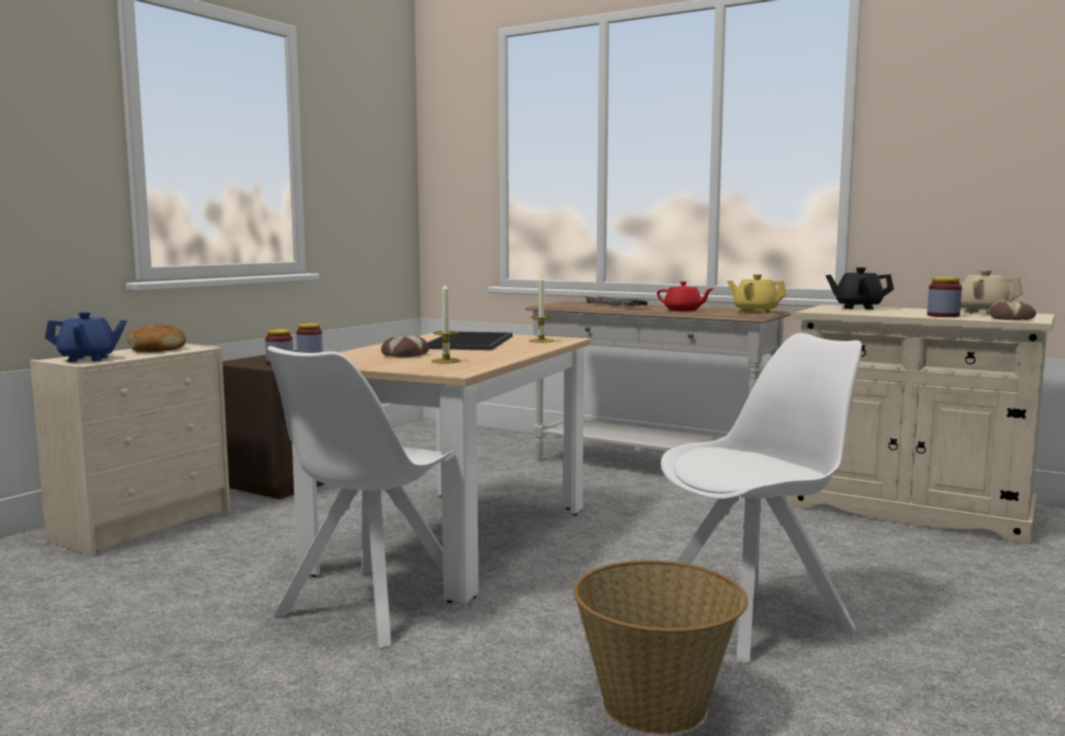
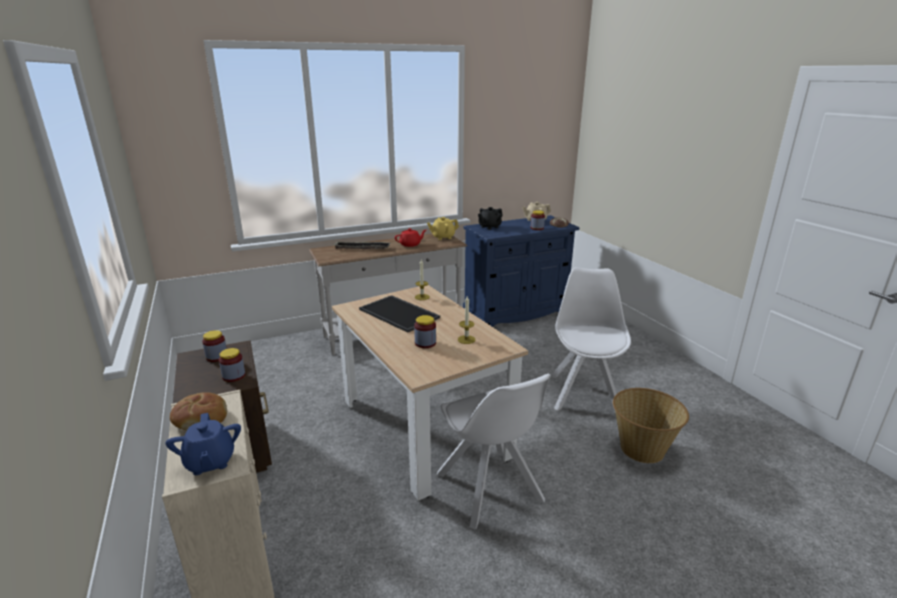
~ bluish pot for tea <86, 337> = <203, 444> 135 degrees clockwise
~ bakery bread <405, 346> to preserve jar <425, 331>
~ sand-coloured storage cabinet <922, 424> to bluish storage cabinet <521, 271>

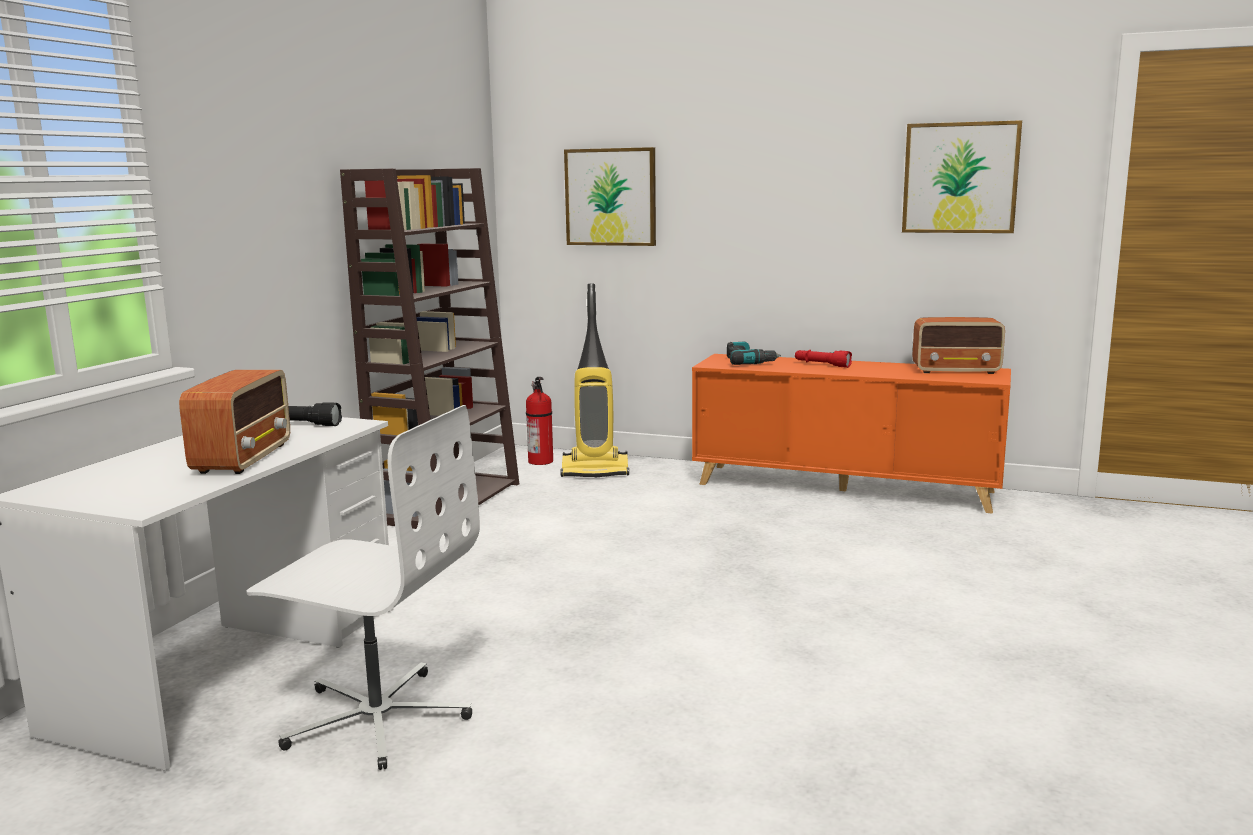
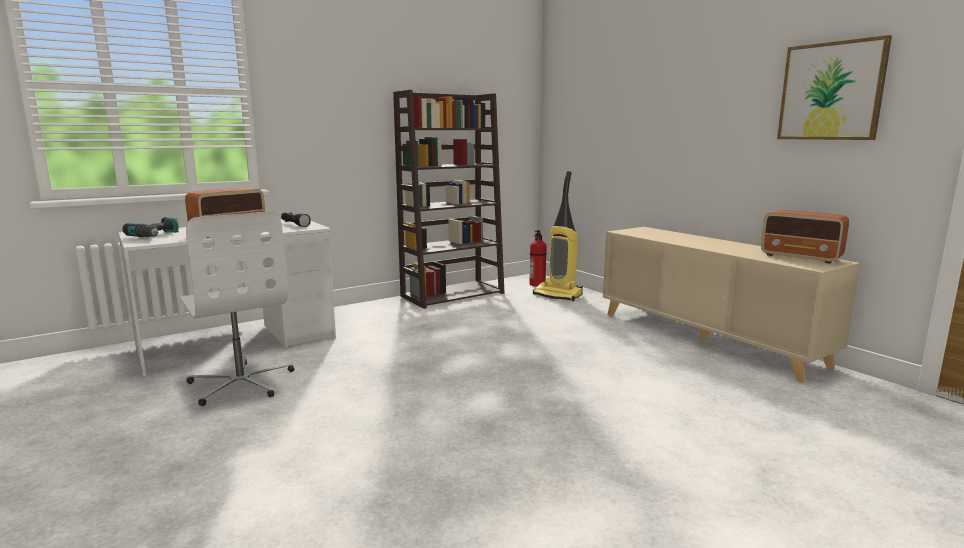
- picture <610, 196>
~ orange-coloured storage cabinet <851, 434> to sand-coloured storage cabinet <731, 305>
~ power drill <754, 353> to <150, 227>
- red-coloured hand torch <823, 359>

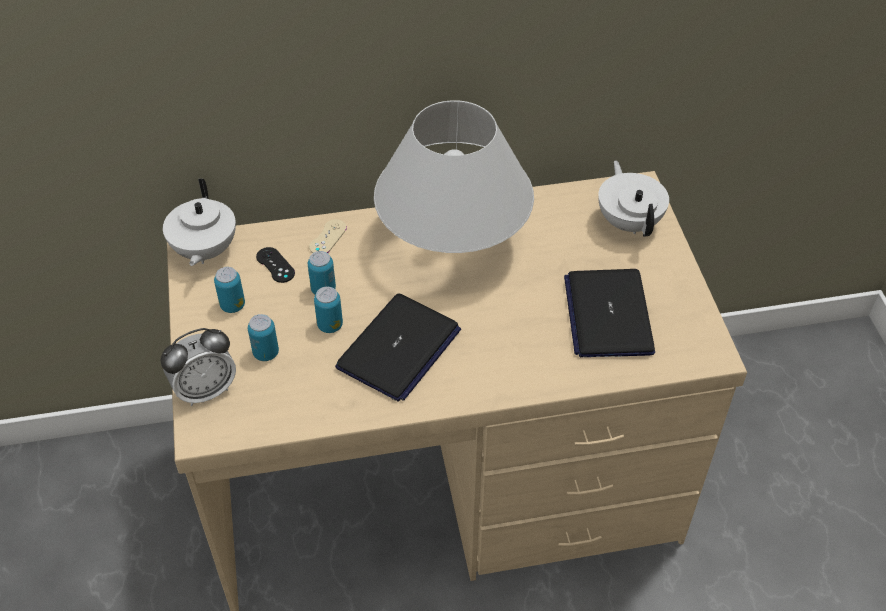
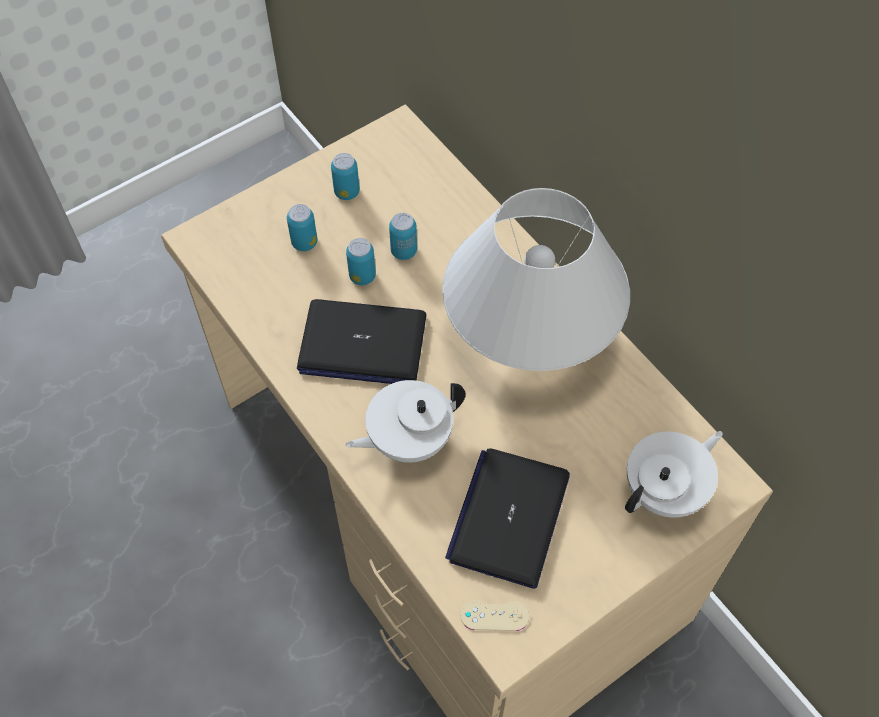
- table clock <198, 367>
~ white pot for tea <199, 222> to <406, 421>
- blackish joypad <275, 265>
~ sand-coloured joypad <328, 236> to <494, 615>
~ notebook computer <609, 313> = <507, 518> 45 degrees counterclockwise

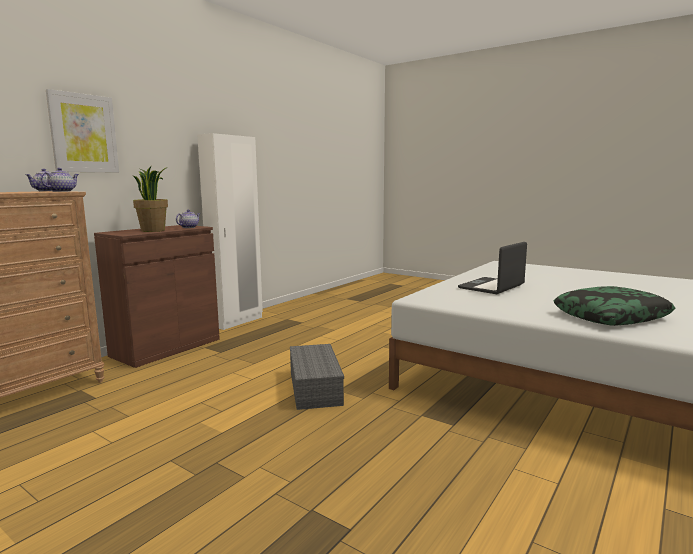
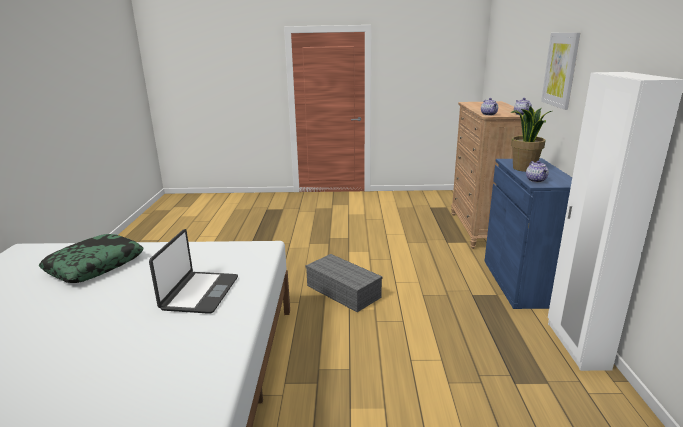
~ brown-coloured storage cabinet <157, 296> to bluish storage cabinet <528, 233>

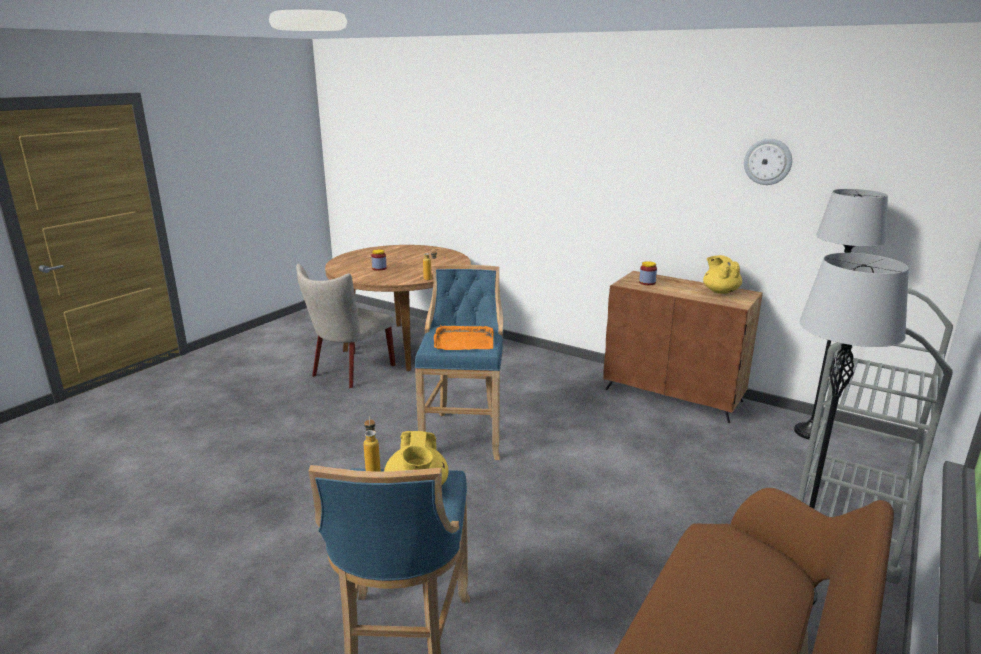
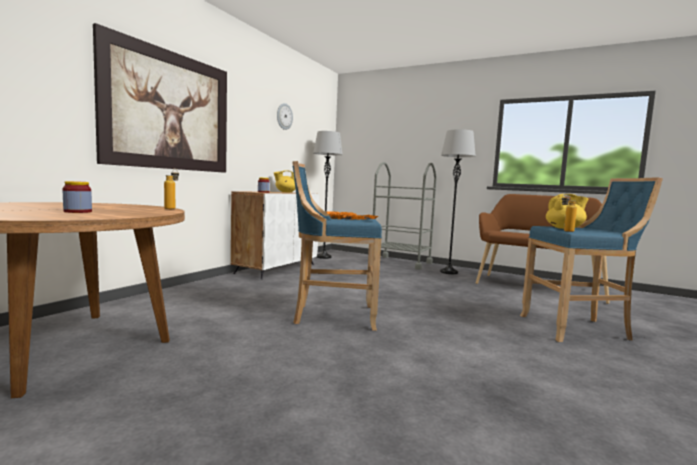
- sand-coloured upright chair <346, 326>
~ brown-coloured storage cabinet <683, 347> to white storage cabinet <275, 235>
+ picture <160, 98>

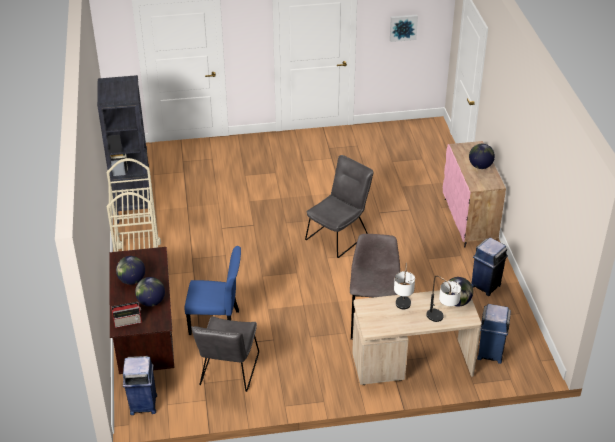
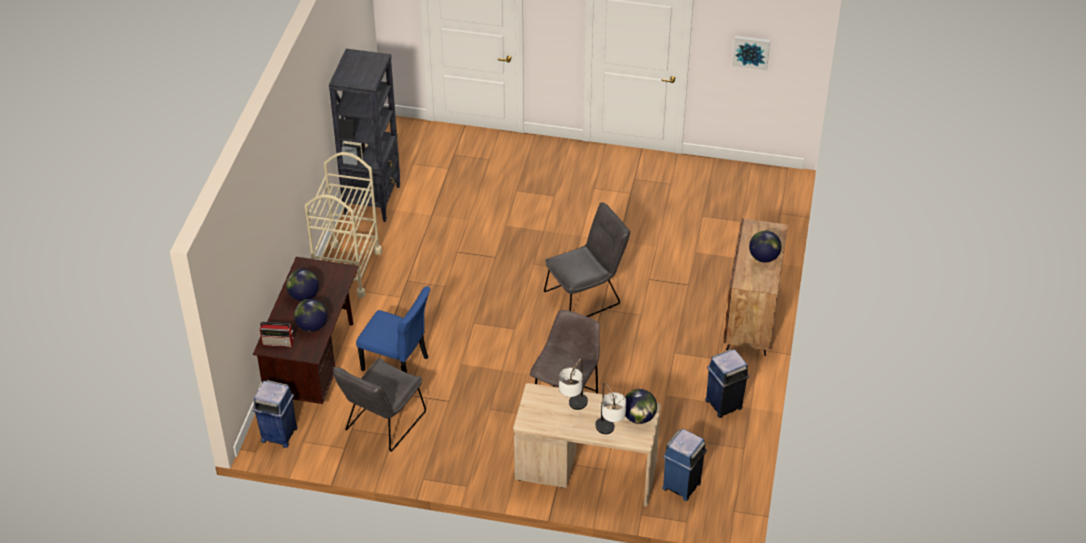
~ pinkish storage cabinet <474, 194> to brown-coloured storage cabinet <756, 287>

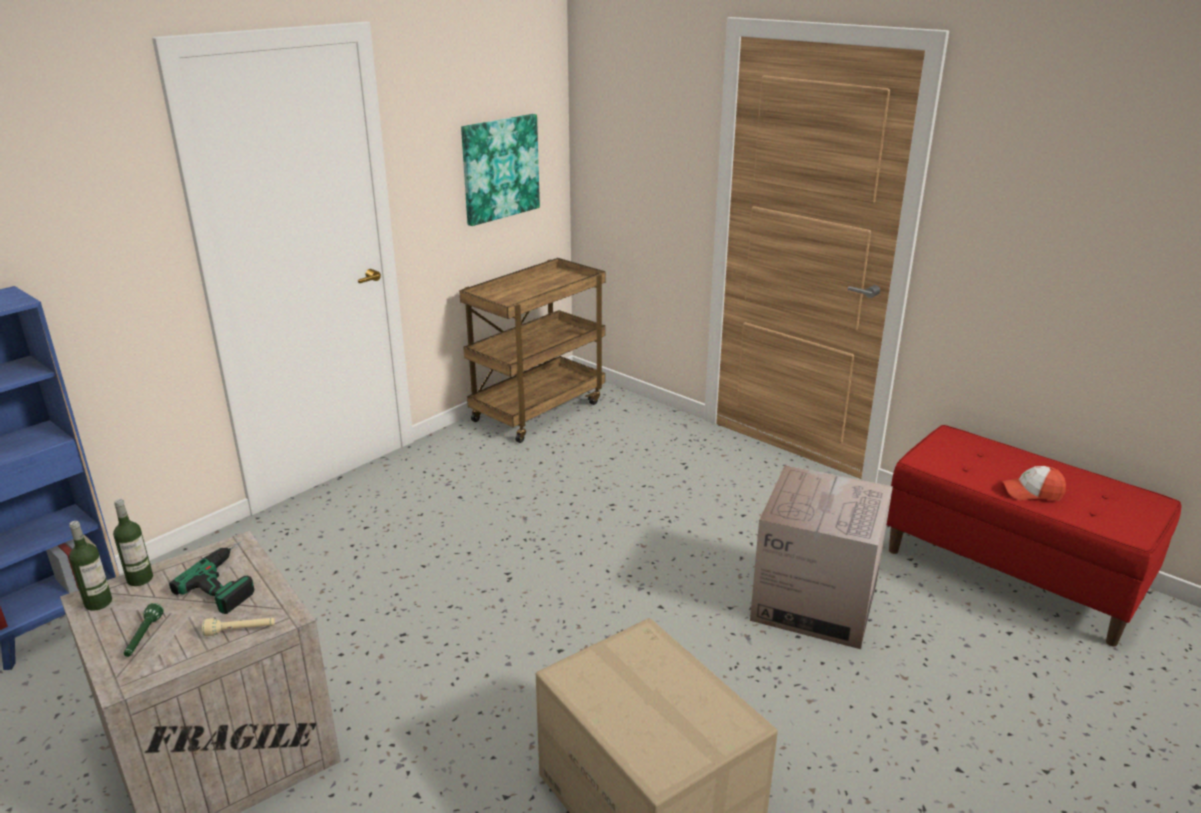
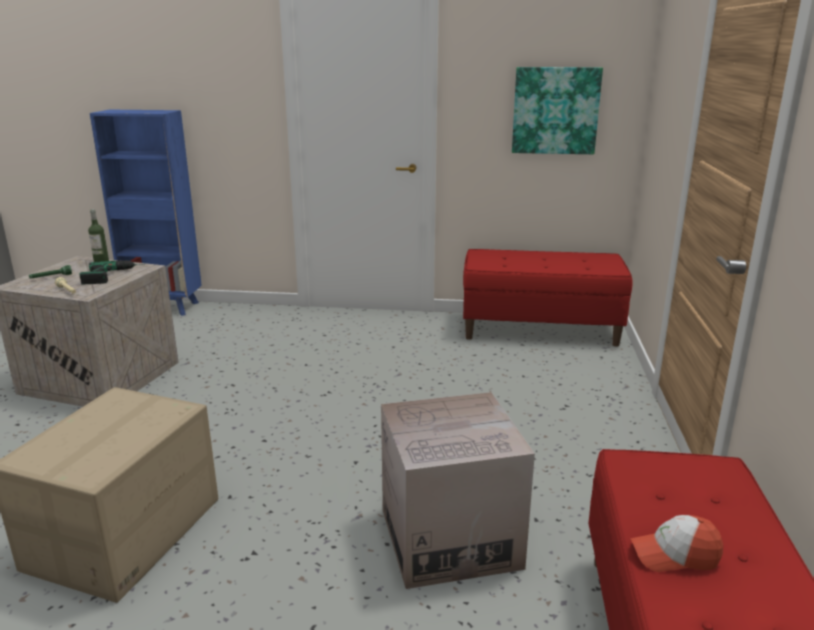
- bottle <90, 566>
~ brown-coloured cart <532, 350> to red-coloured long seat <548, 298>
~ cap <1034, 483> = <676, 543> 60 degrees counterclockwise

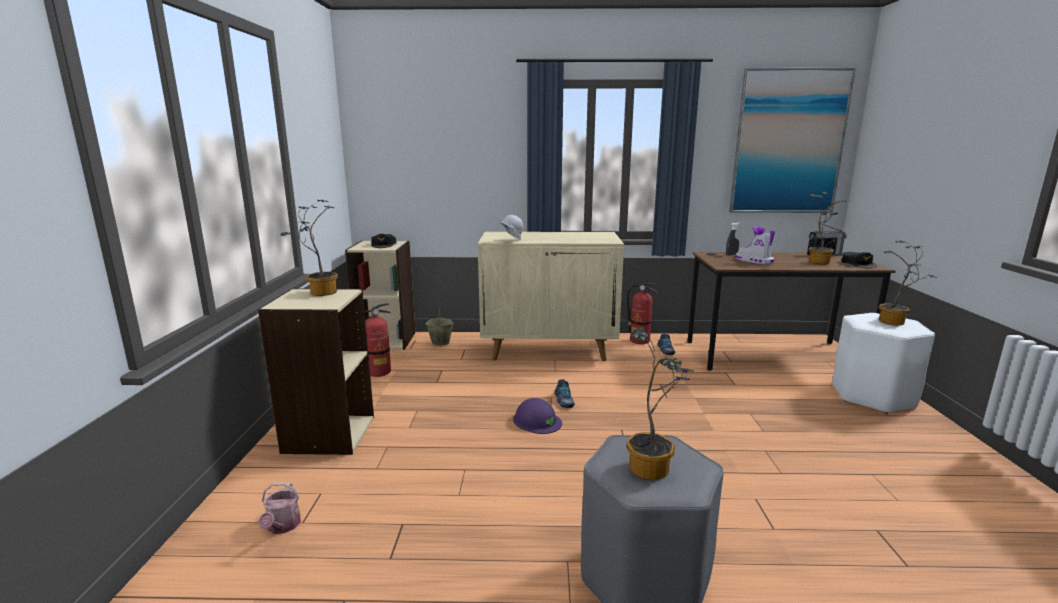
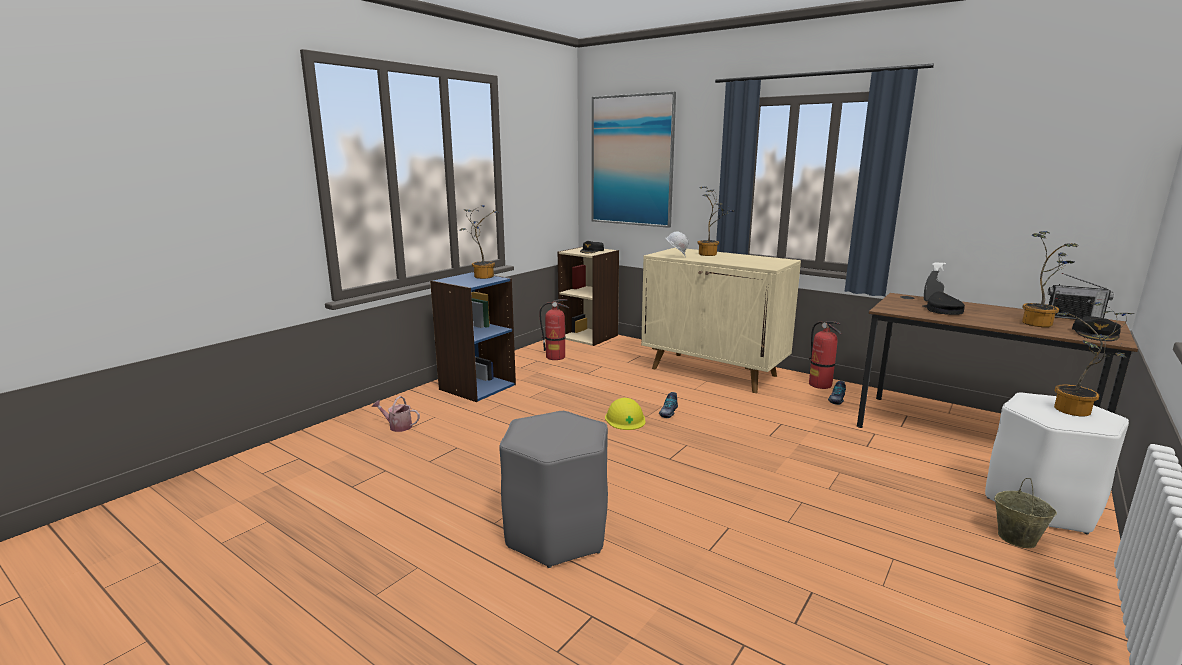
~ sand-coloured bookshelf <316, 371> to bluish bookshelf <473, 337>
~ sprinkling can <279, 508> = <396, 414> 75 degrees clockwise
~ sand-coloured pail <440, 327> to <1025, 513>
~ purplish hard hat <537, 416> to yellow-coloured hard hat <625, 414>
~ potted plant <660, 403> to <715, 221>
~ picture <792, 140> to <634, 159>
~ high-top boot <755, 245> to blackish cap <944, 303>

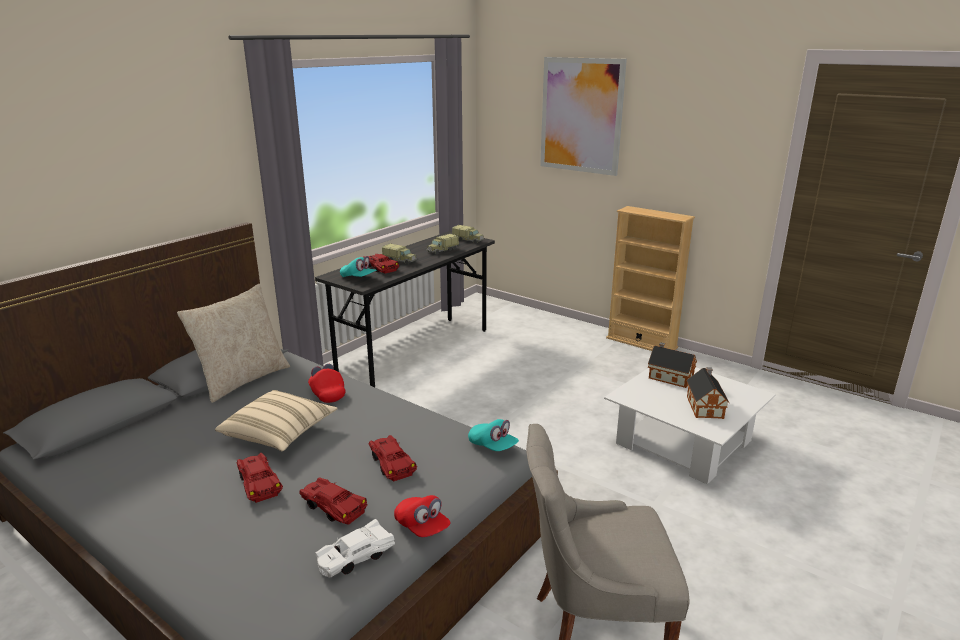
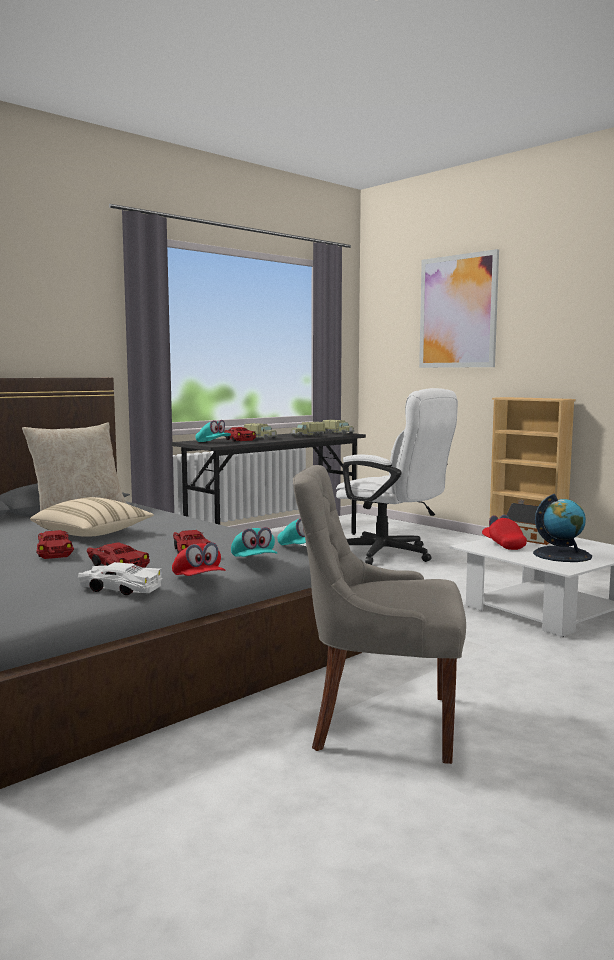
~ red-coloured cap <326, 383> to <504, 532>
~ white model car <355, 548> = <120, 578> 45 degrees clockwise
~ miniature house <707, 393> to world globe <562, 528>
+ turquoise-coloured cap <254, 542>
+ white office chair <397, 476>

